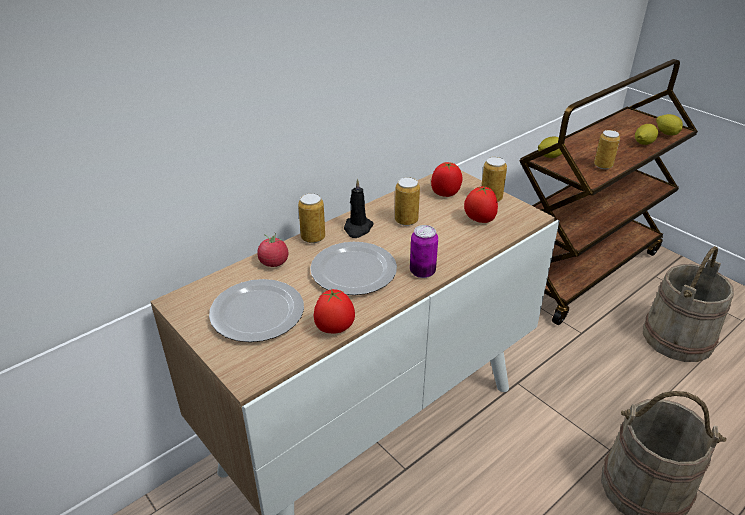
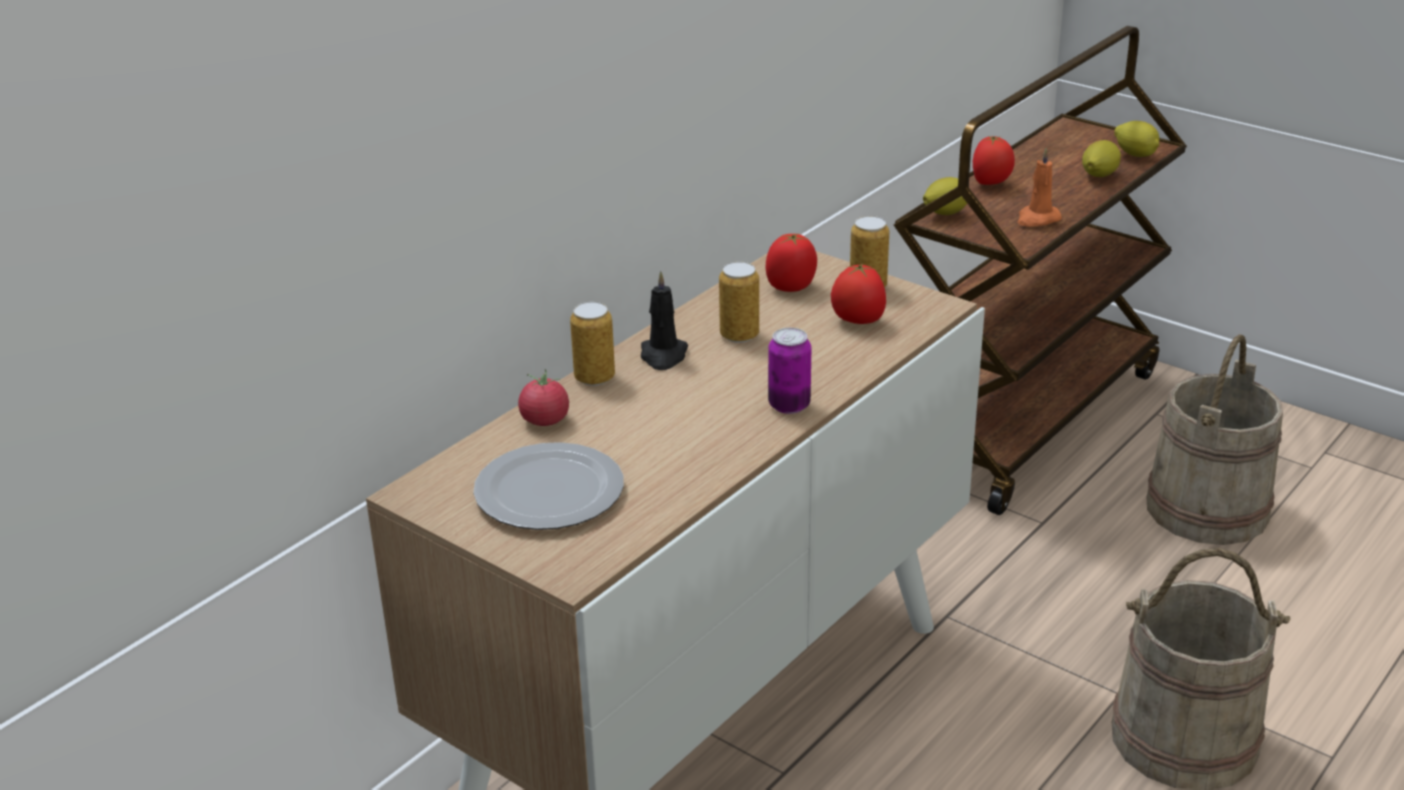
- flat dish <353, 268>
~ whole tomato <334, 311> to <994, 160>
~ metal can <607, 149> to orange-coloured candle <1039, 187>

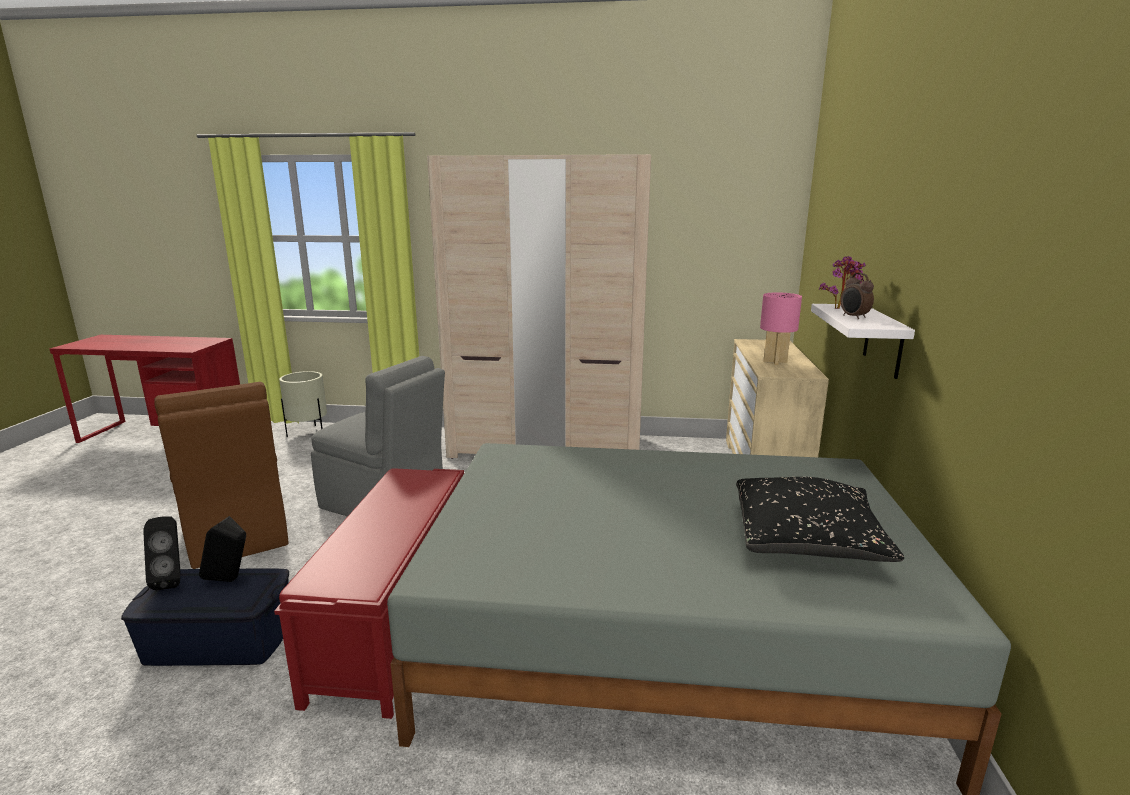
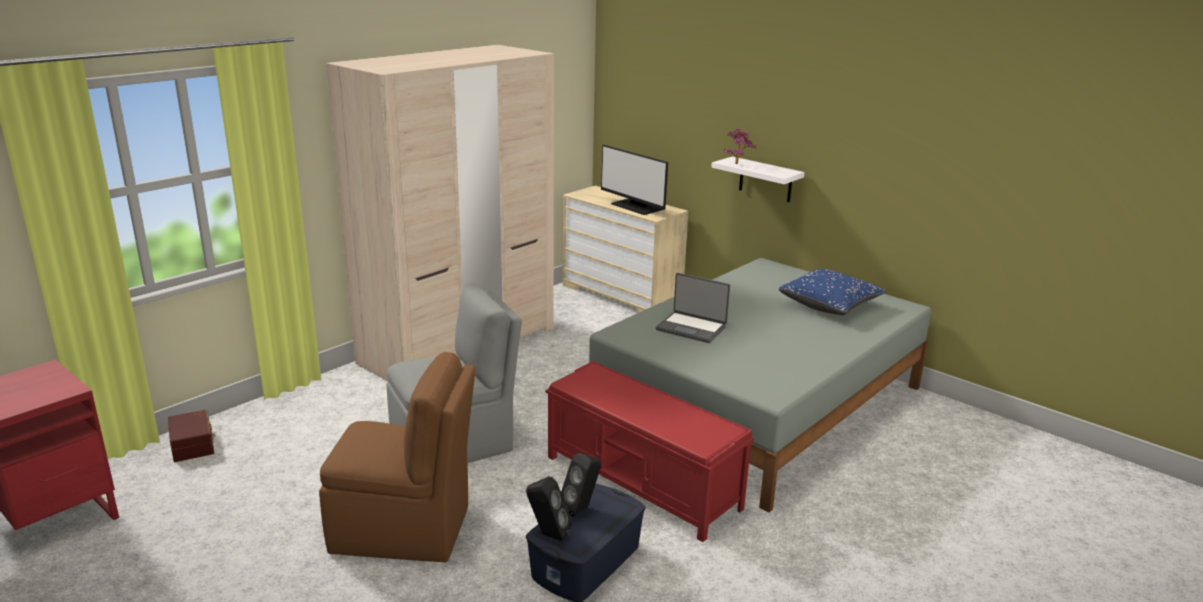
~ sand-coloured plant pot <303, 404> to brown-coloured storage bin <191, 436>
~ blackish cushion <820, 519> to bluish cushion <832, 292>
~ pinkish lamp for a table <781, 328> to monitor <634, 180>
- table clock <857, 296>
+ notebook computer <693, 308>

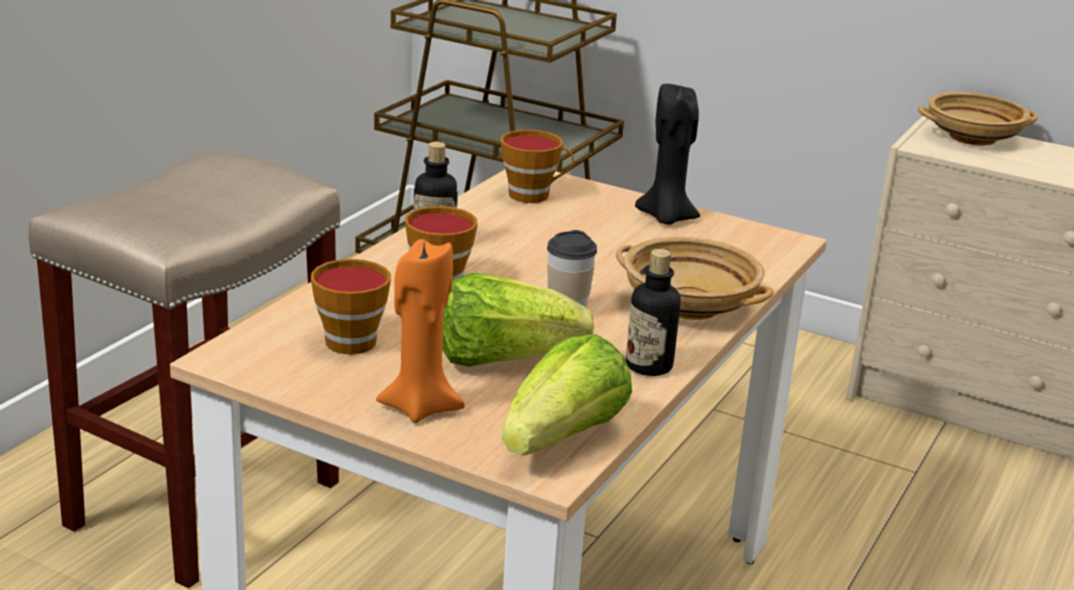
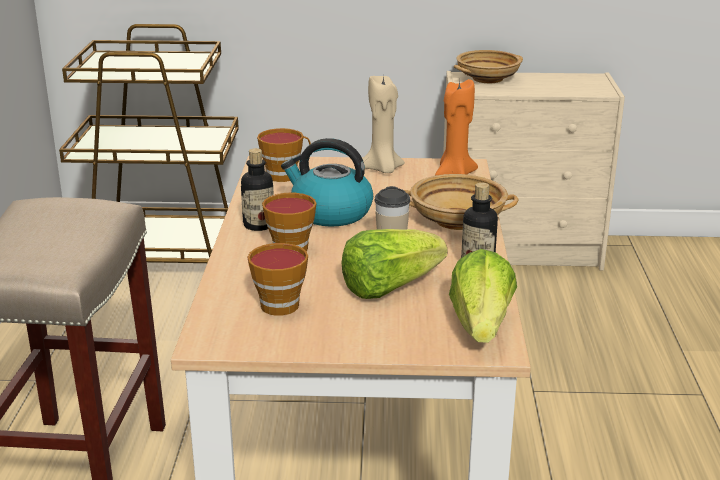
~ orange-coloured candle <420, 331> to <456, 127>
~ blackish candle <667, 154> to sand-coloured candle <383, 124>
+ water kettle <327, 182>

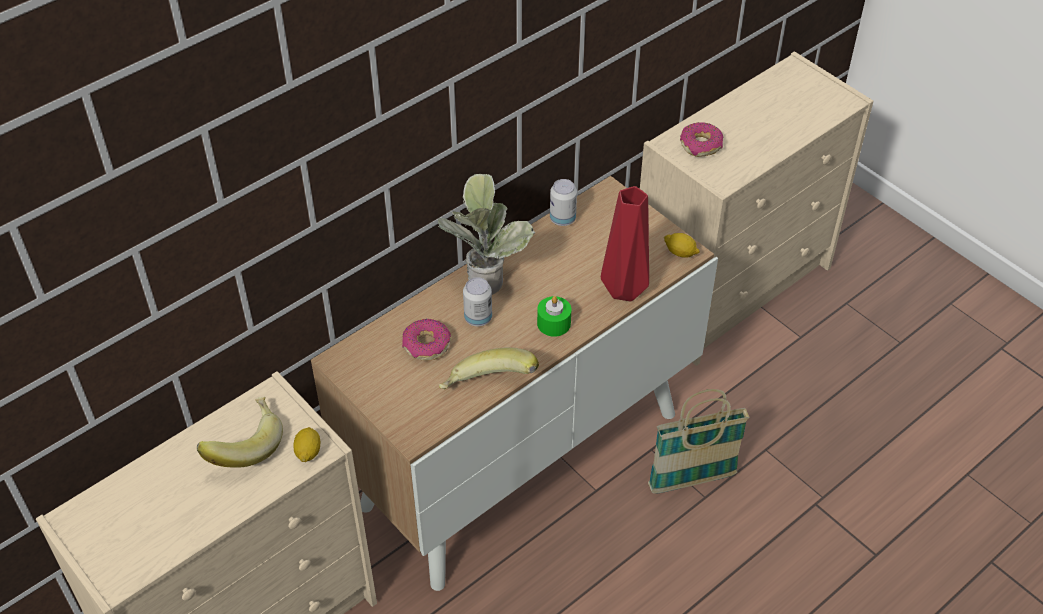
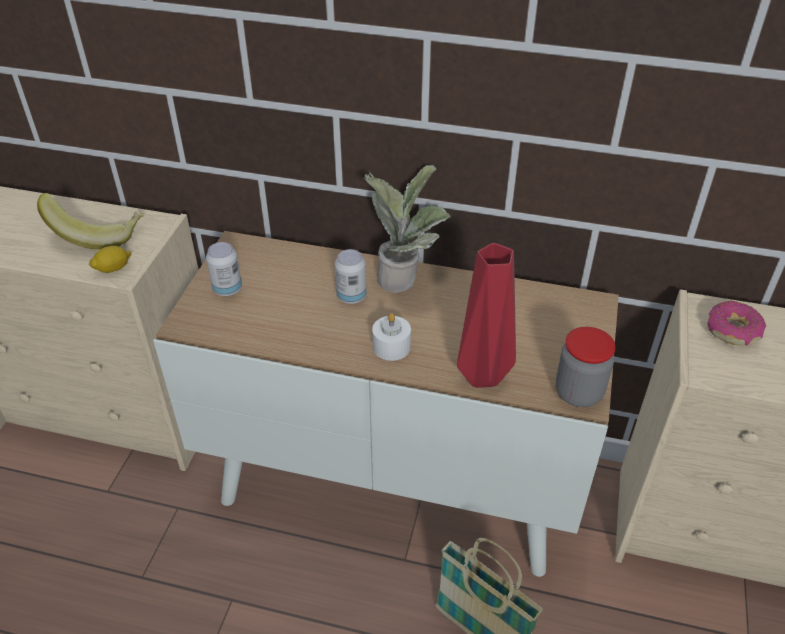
- donut <426, 339>
- banana <489, 368>
~ greenish candle <554, 316> to white candle <391, 337>
~ metal can <563, 202> to <224, 269>
~ whole lemon <682, 245> to preserve jar <585, 367>

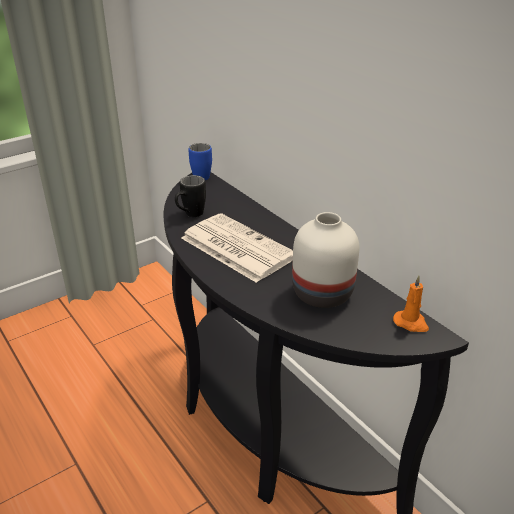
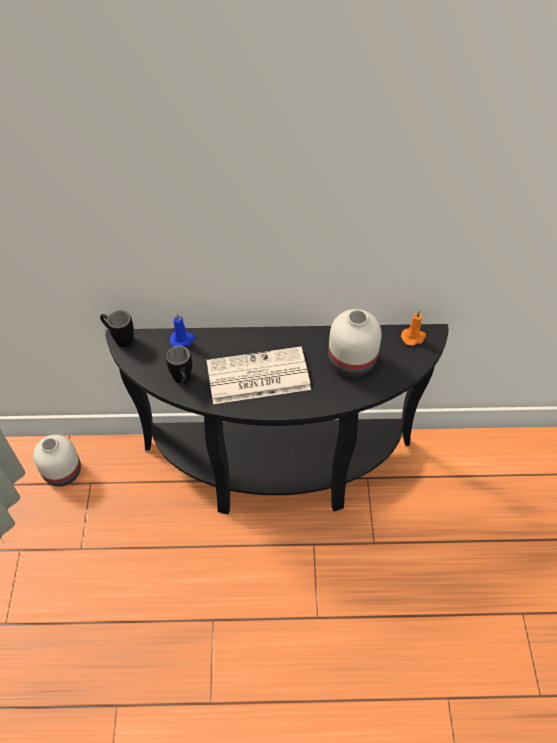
~ bluish coffee mug <200, 161> to blackish coffee mug <117, 328>
+ white vase <57, 460>
+ bluish candle <182, 330>

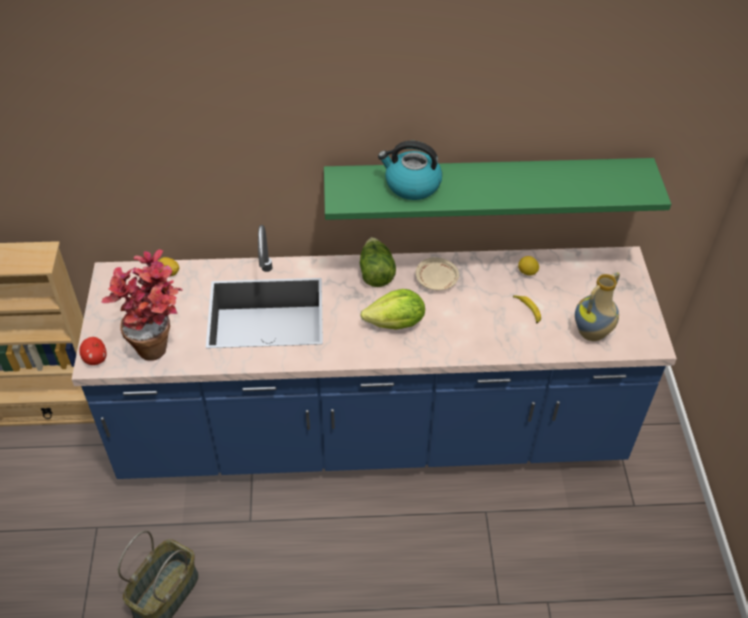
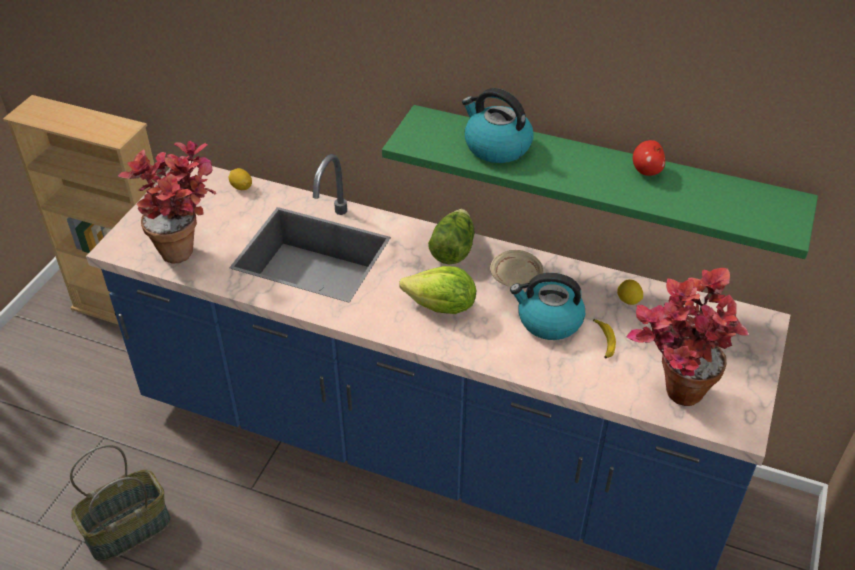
~ apple <92, 351> to <649, 158>
~ vase <597, 306> to potted plant <687, 337>
+ water kettle <547, 306>

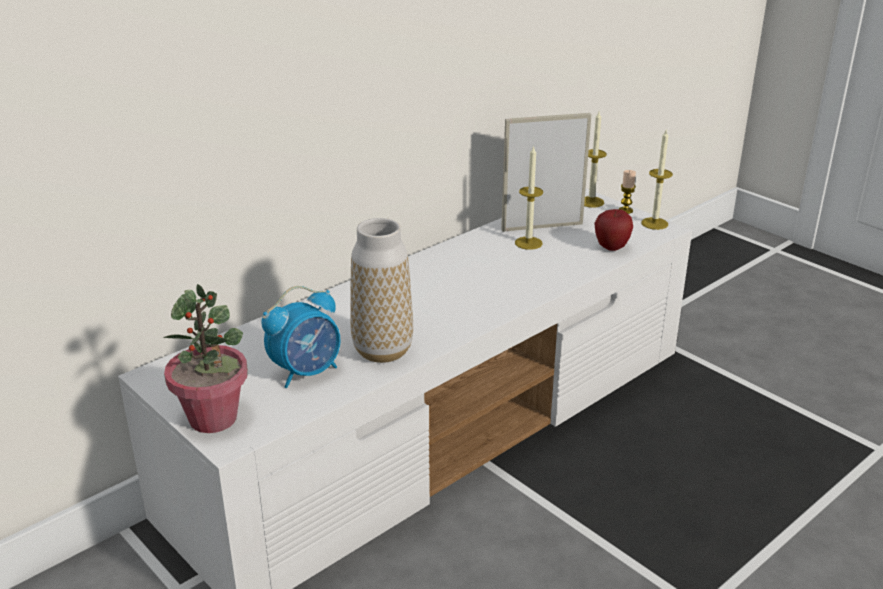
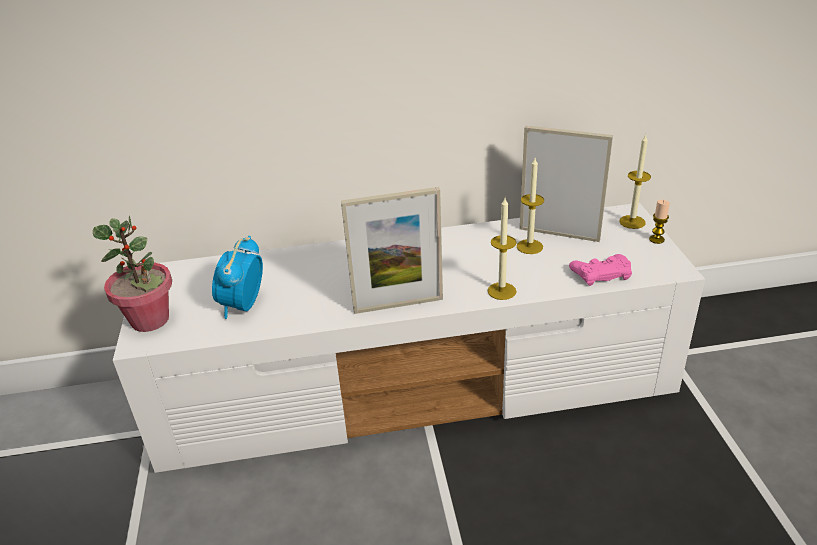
~ table clock <301, 337> = <237, 277> 105 degrees clockwise
- vase <381, 290>
~ apple <613, 230> to pinkish joypad <600, 270>
~ candle <657, 180> to <502, 249>
+ standing frame <392, 250>

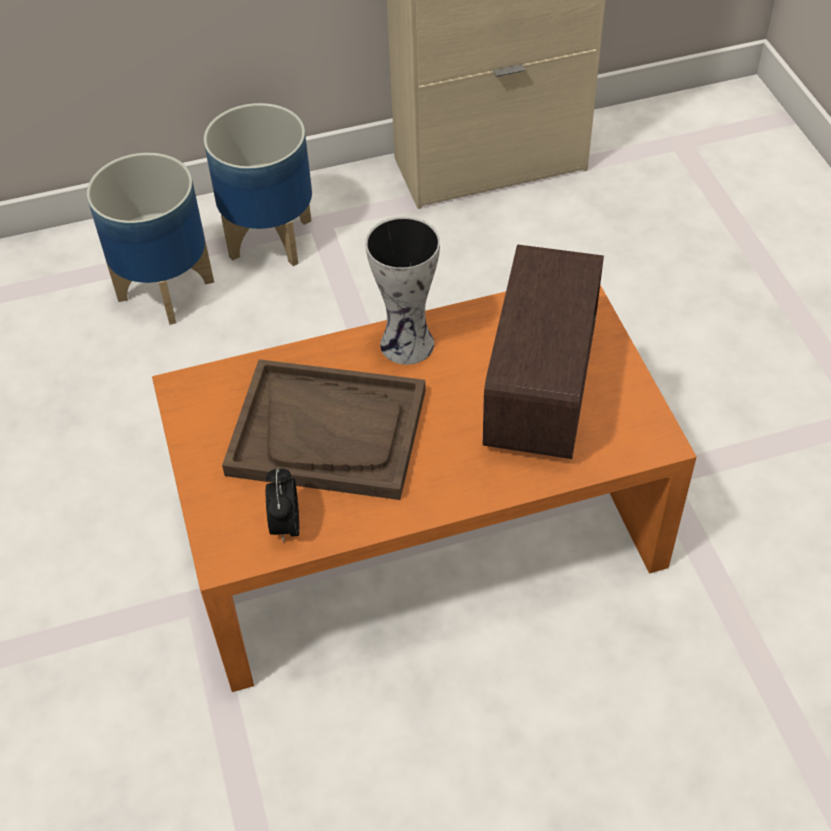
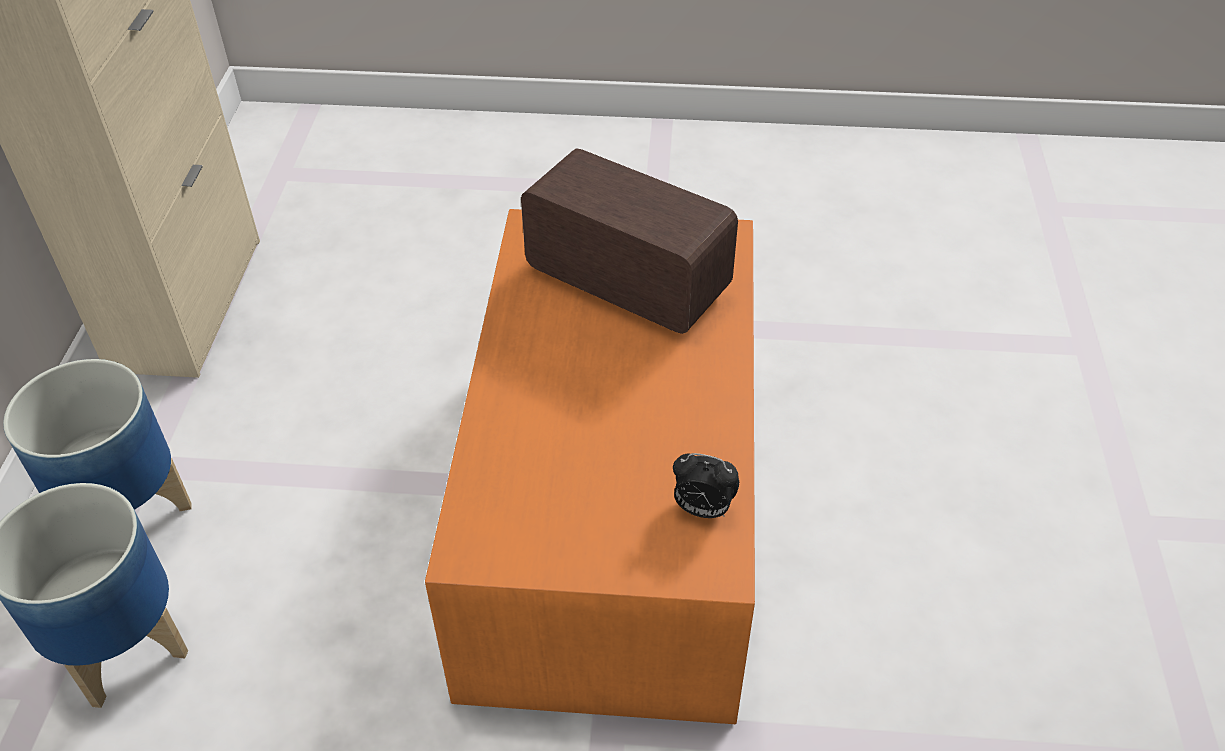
- brown-coloured serving tray <324, 429>
- vase <402, 290>

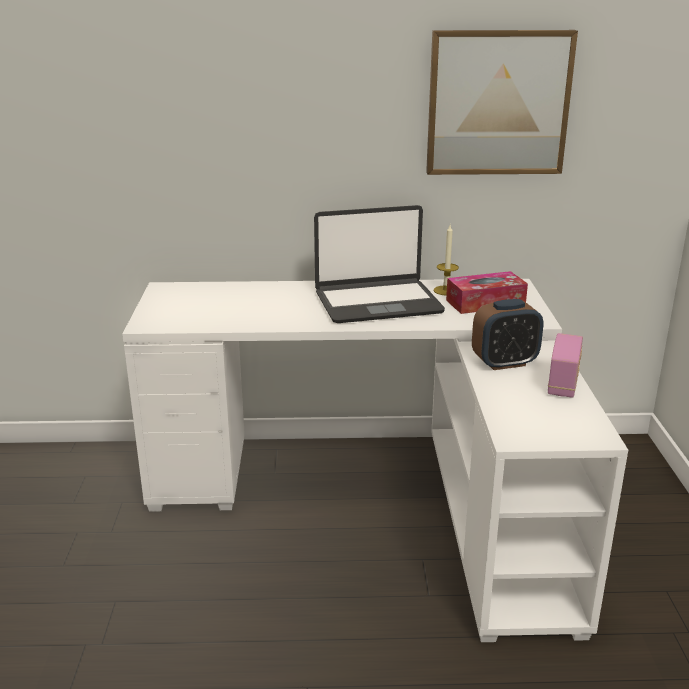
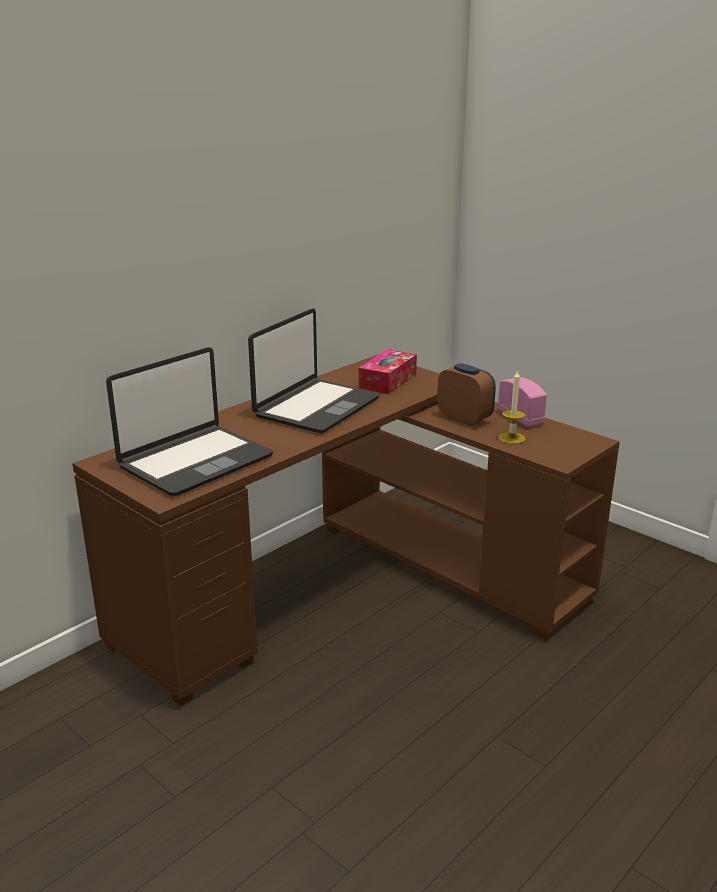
~ white desk <375, 460> to brown-coloured desk <346, 530>
- picture <502, 102>
~ candle <446, 260> to <512, 406>
~ table clock <507, 334> = <466, 394> 75 degrees counterclockwise
+ notebook computer <189, 421>

